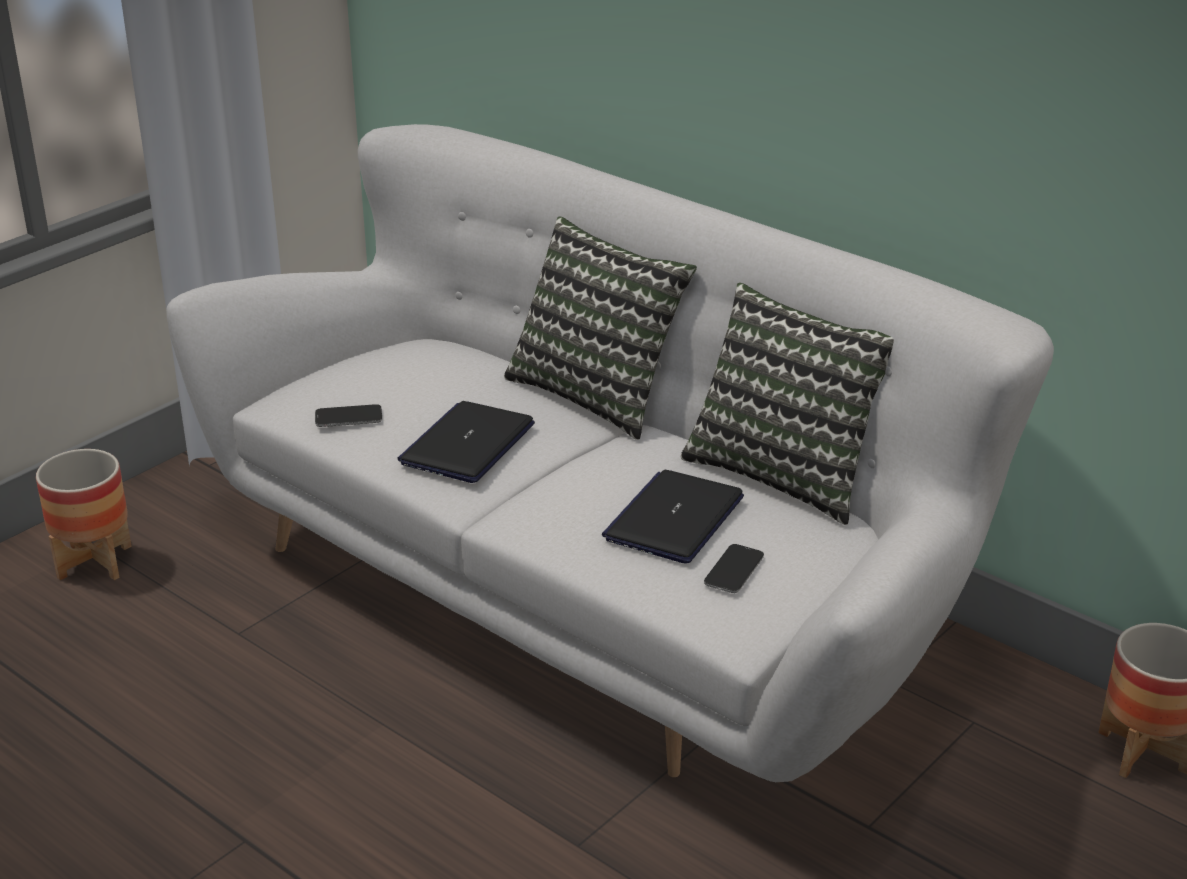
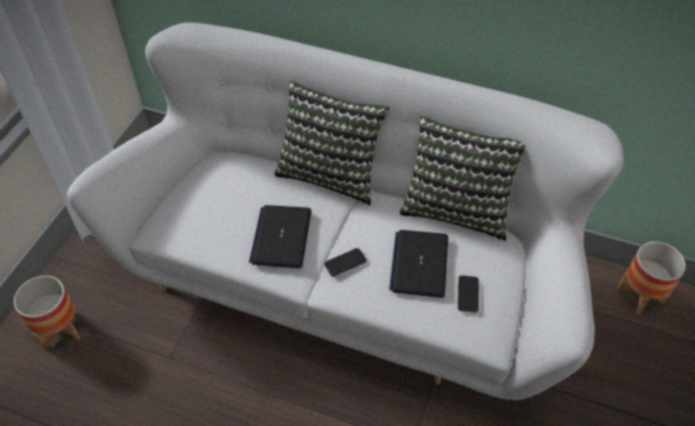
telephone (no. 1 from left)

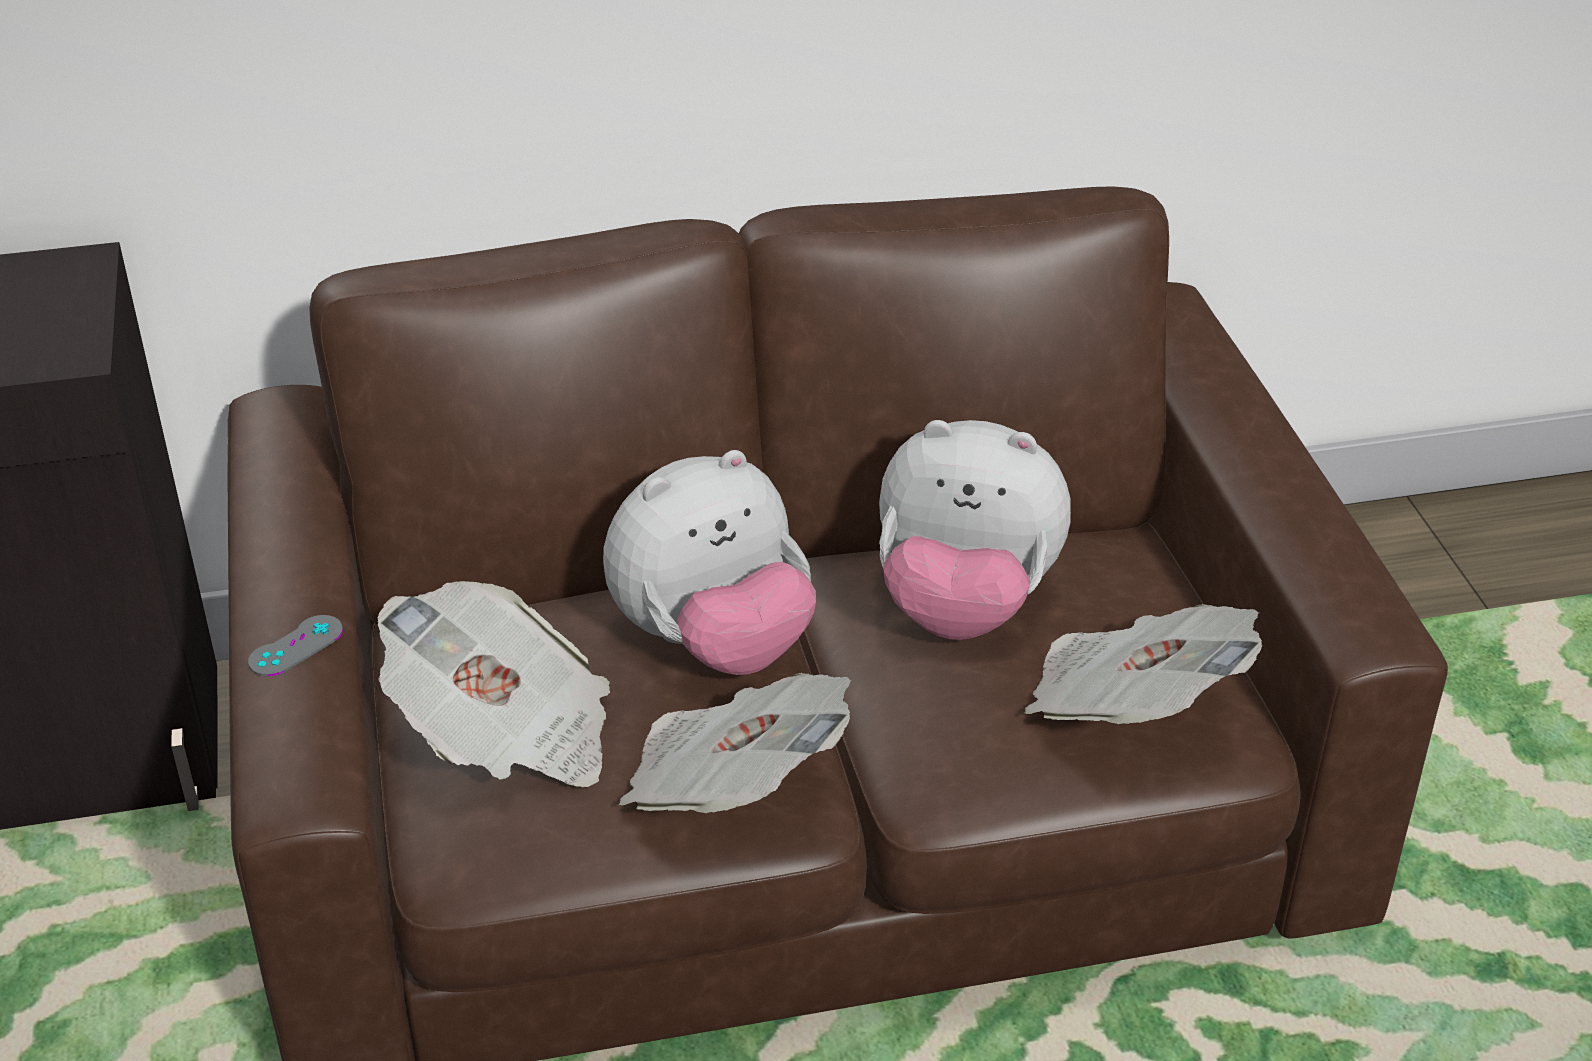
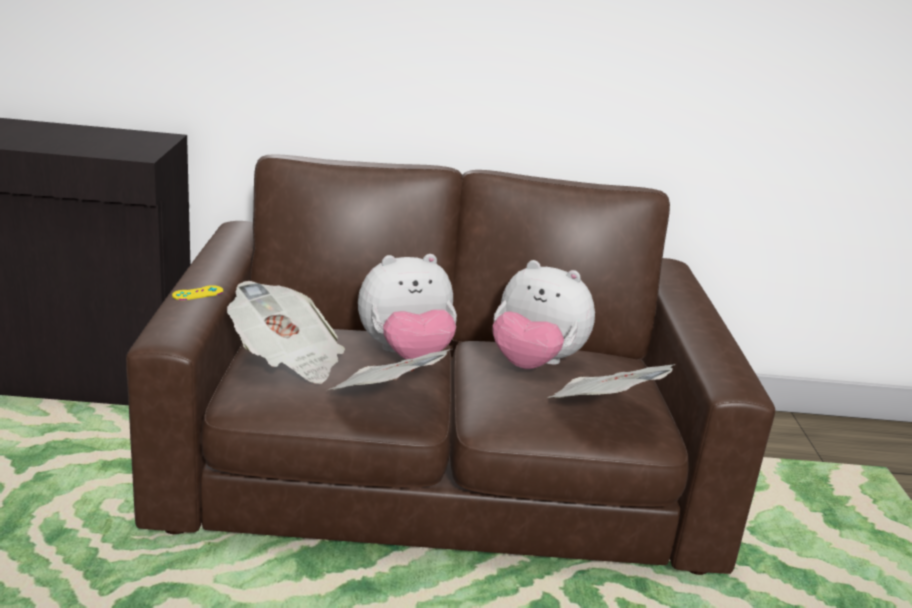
game controller (yellow-coloured)

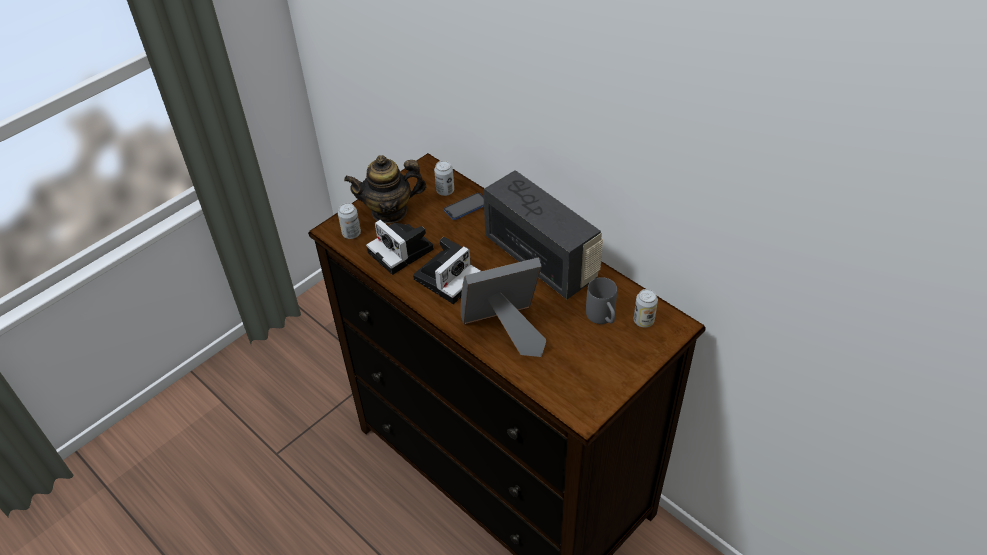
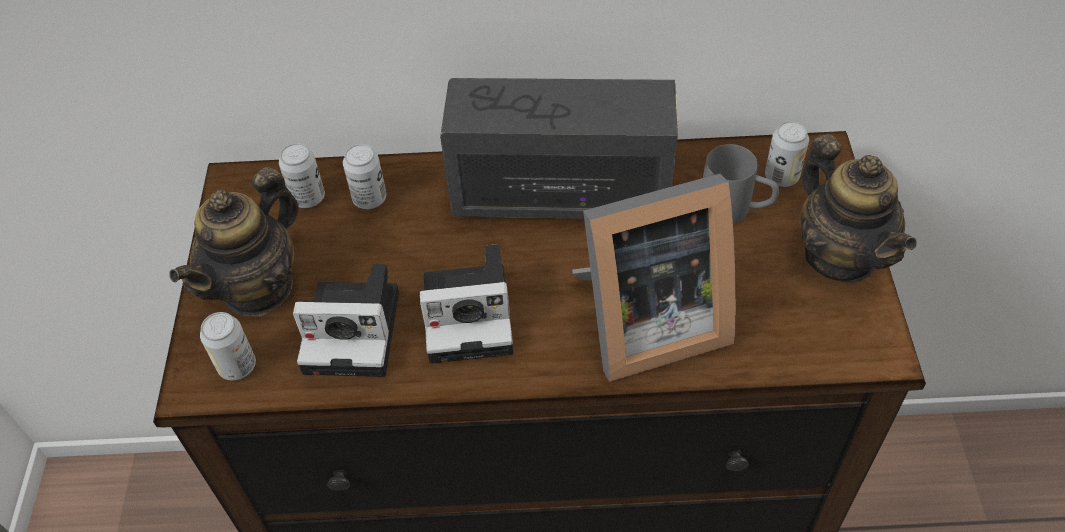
pot for tea (no. 2 from left)
can (no. 3 from left)
photo camera (no. 2 from left)
photo frame

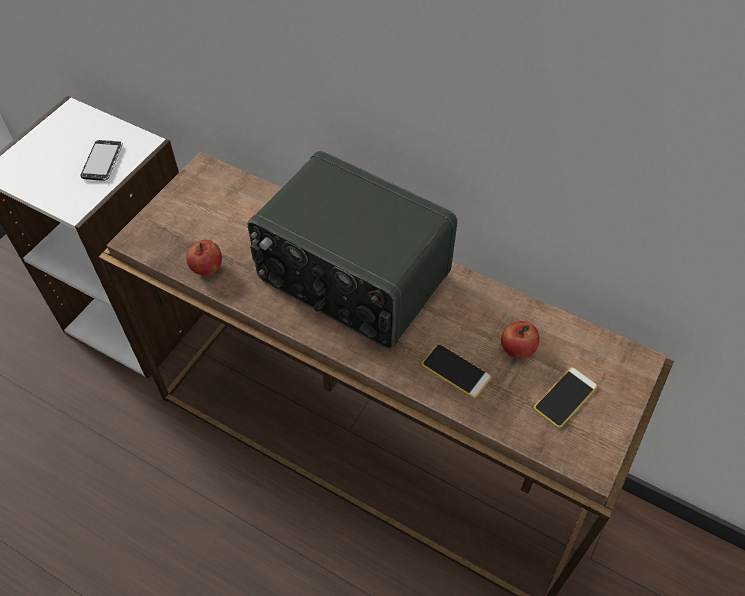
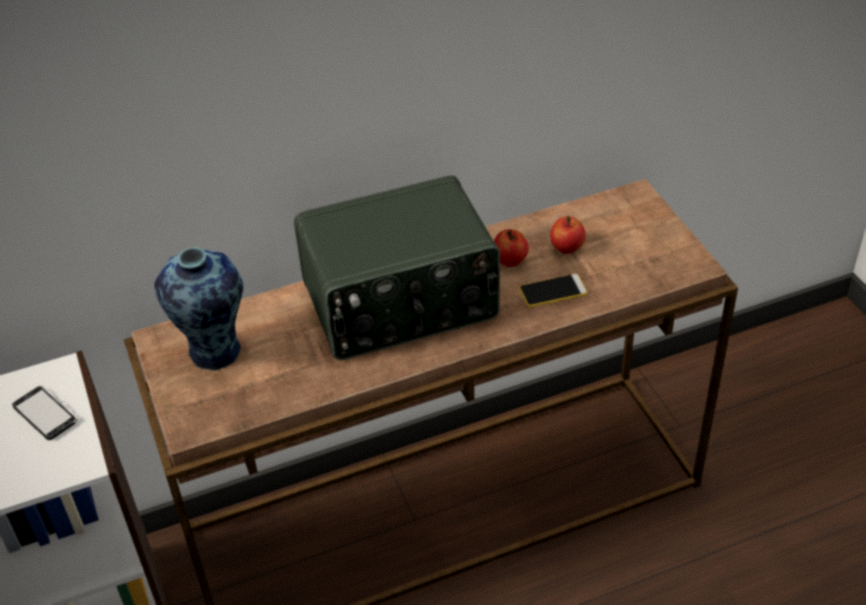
telephone (no. 3 from left in the first image)
flower vase
apple (no. 1 from left)

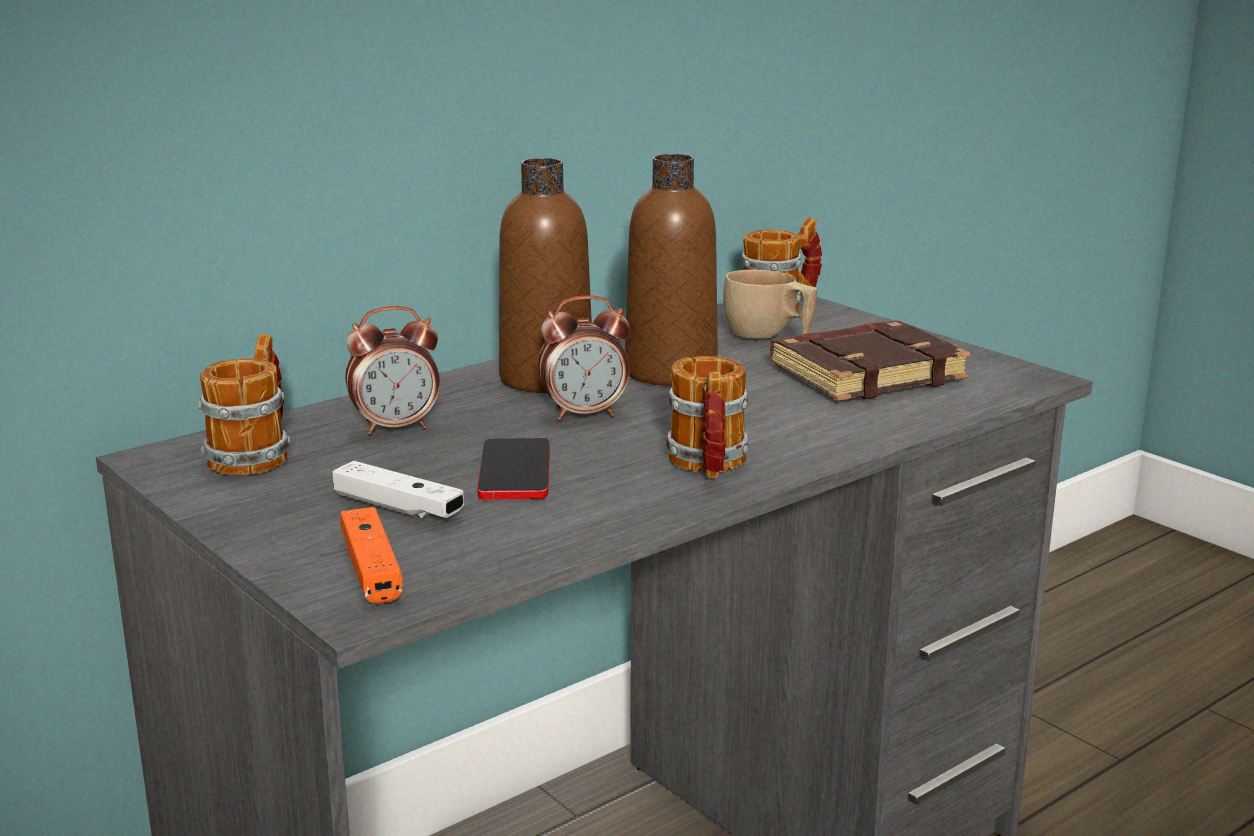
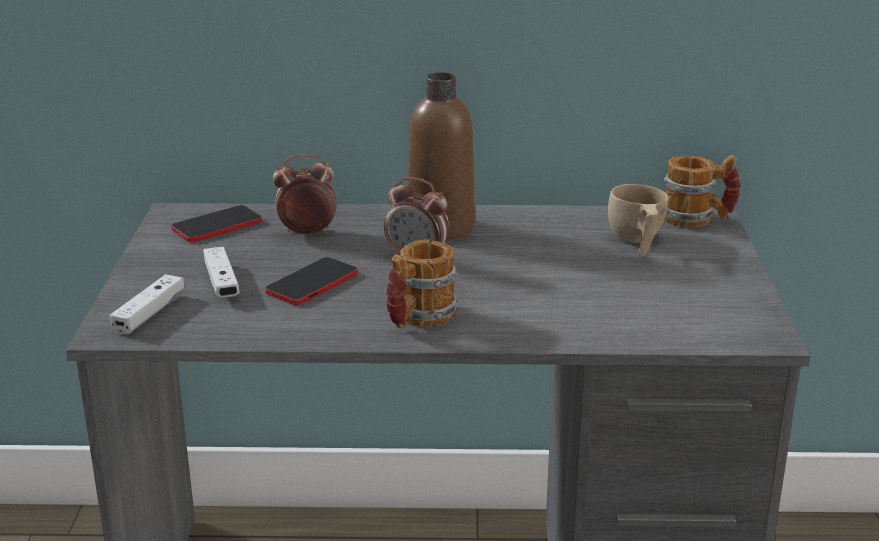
bottle (brownish) (no. 2 from left in the first image)
volume (brownish)
telephone (no. 1 from left)
game controller (white-coloured) (no. 1 from left)
bedside clock (no. 1 from left)

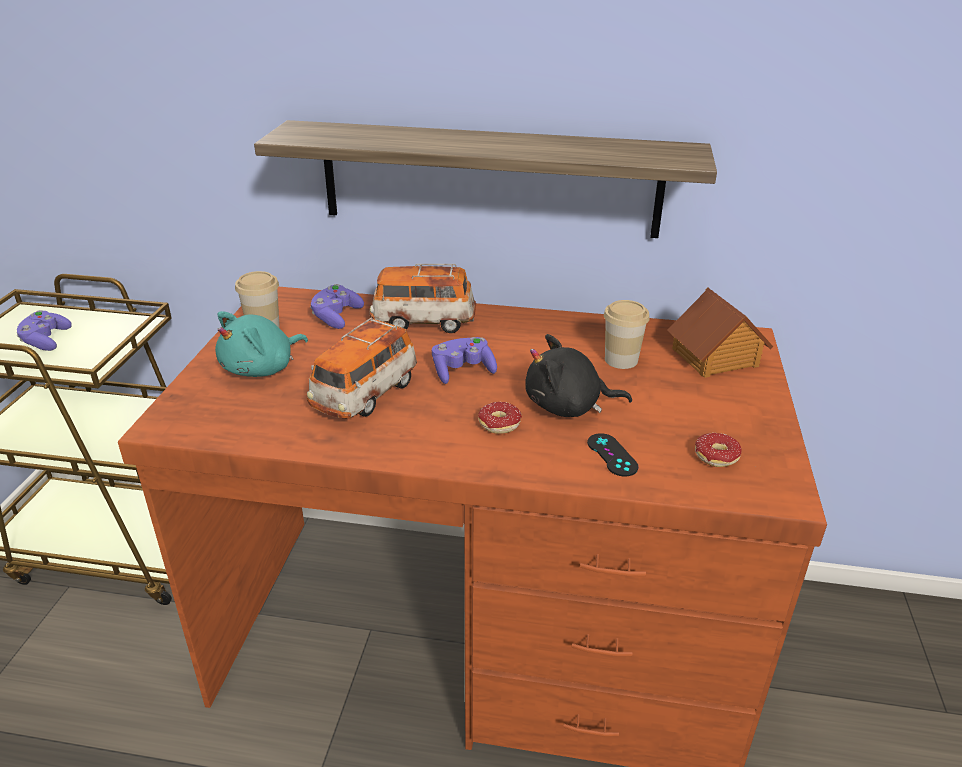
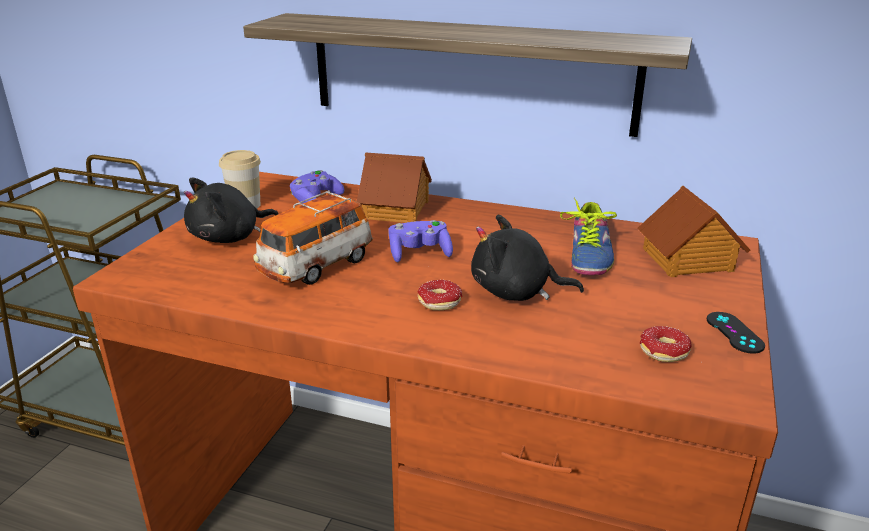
game controller (purplish) (no. 1 from left in the first image)
game controller (black)
toy house (no. 1 from left)
low shoe
plush toy (black) (no. 1 from left)

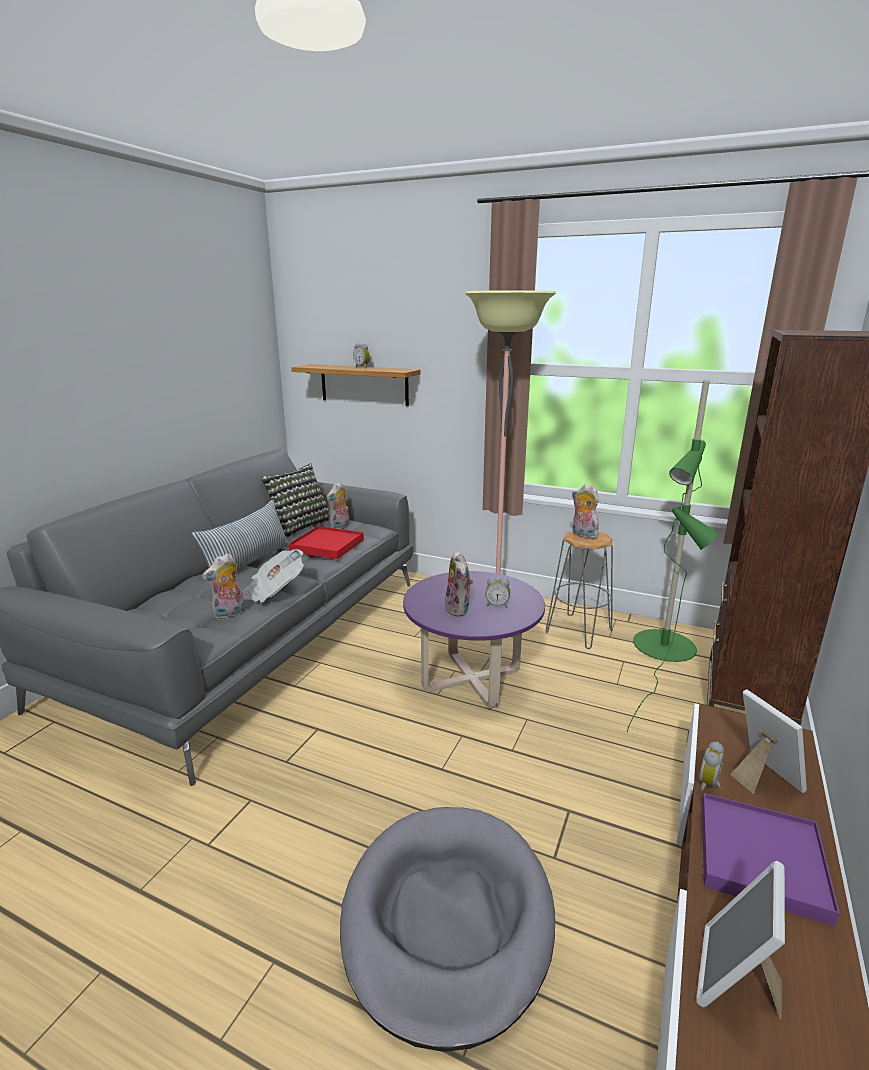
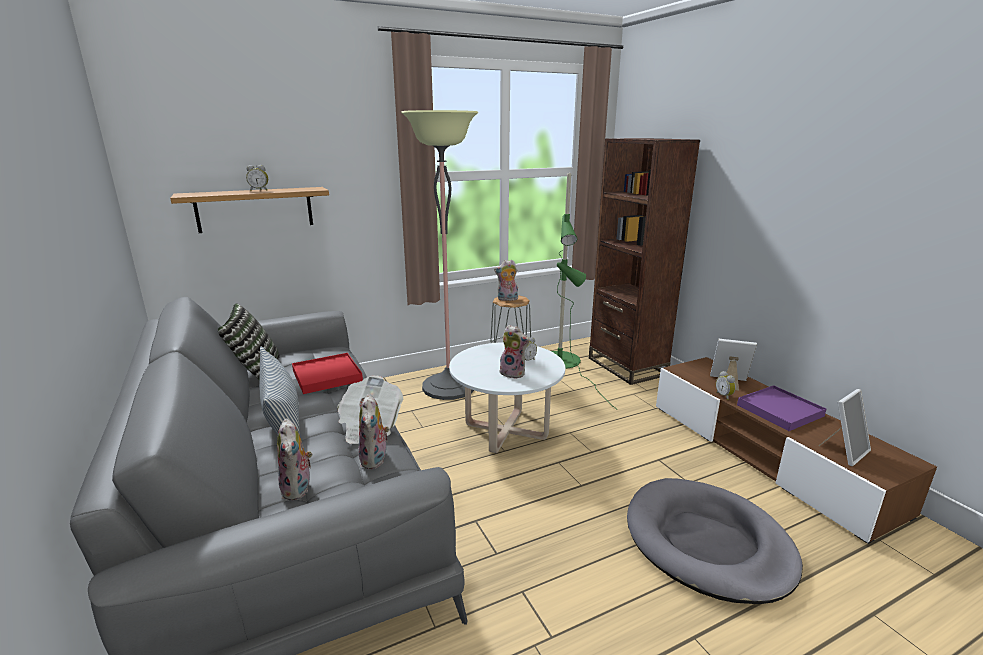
plush toy (no. 1 from left)
lounge table (white-coloured)
photo frame (no. 2 from left)

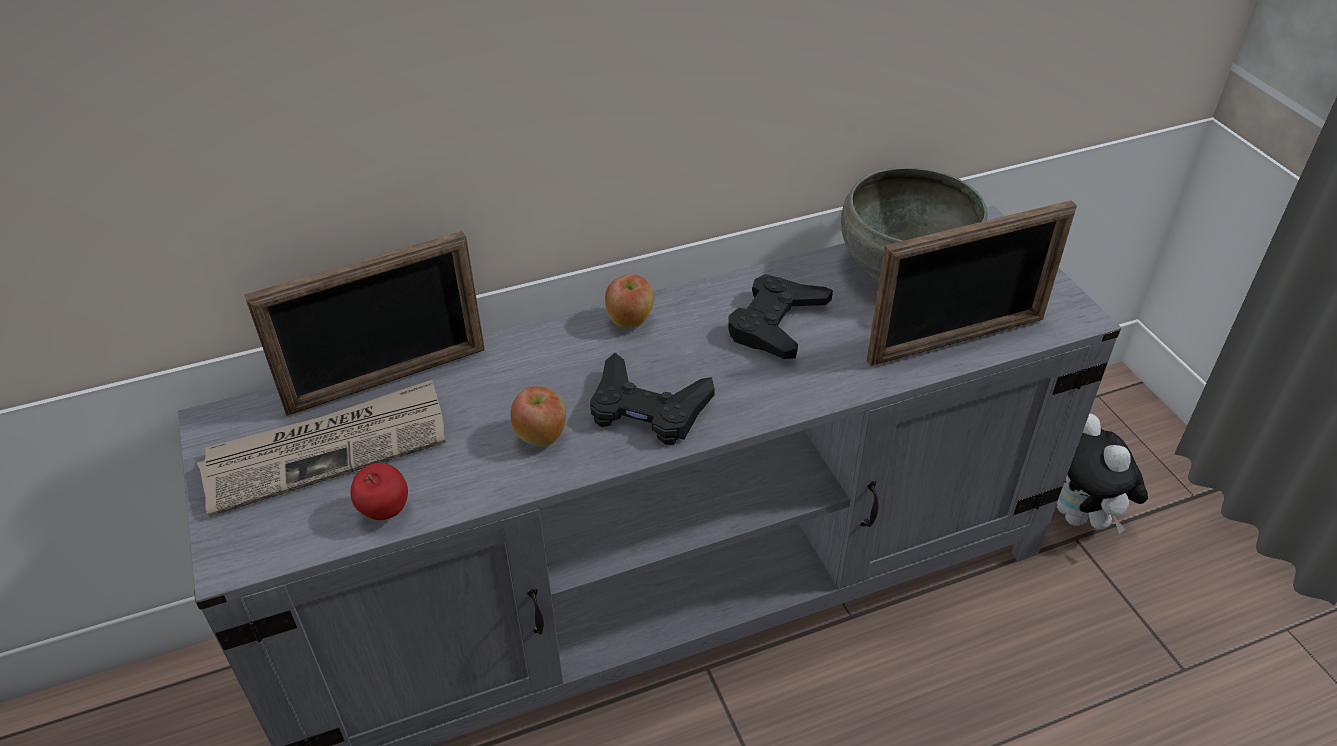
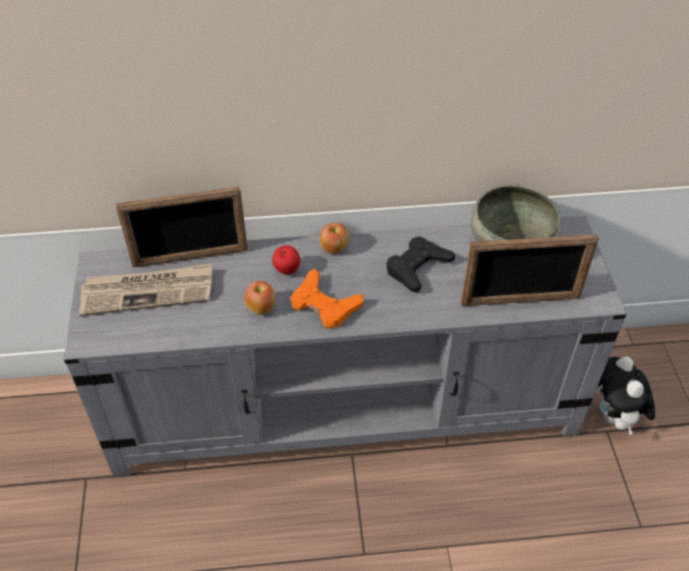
apple (no. 2 from left)
game controller (orange)

